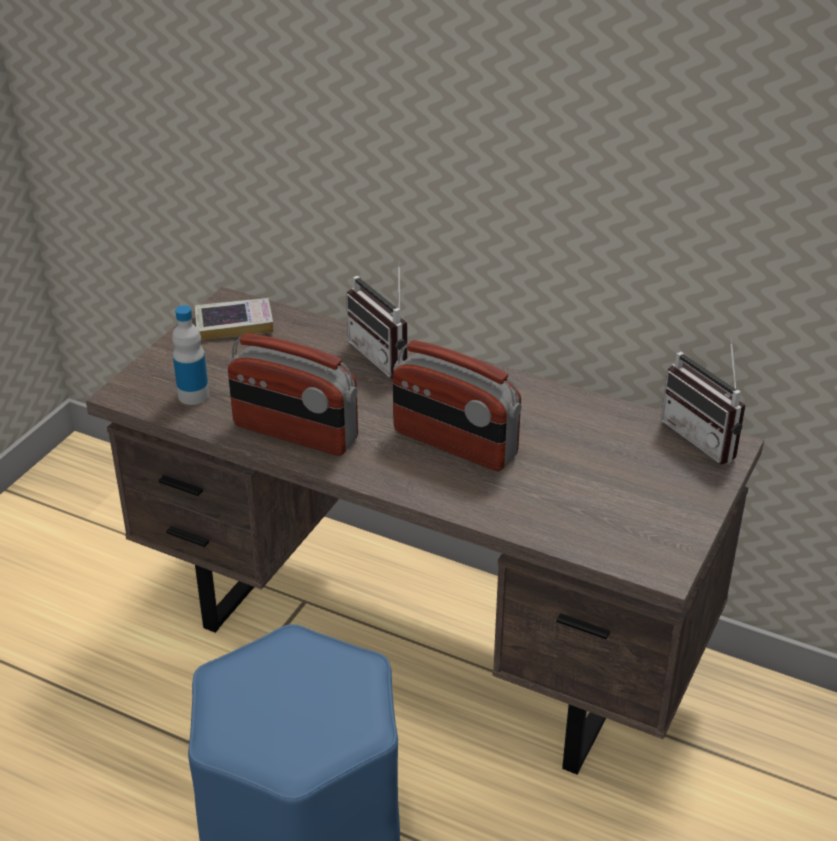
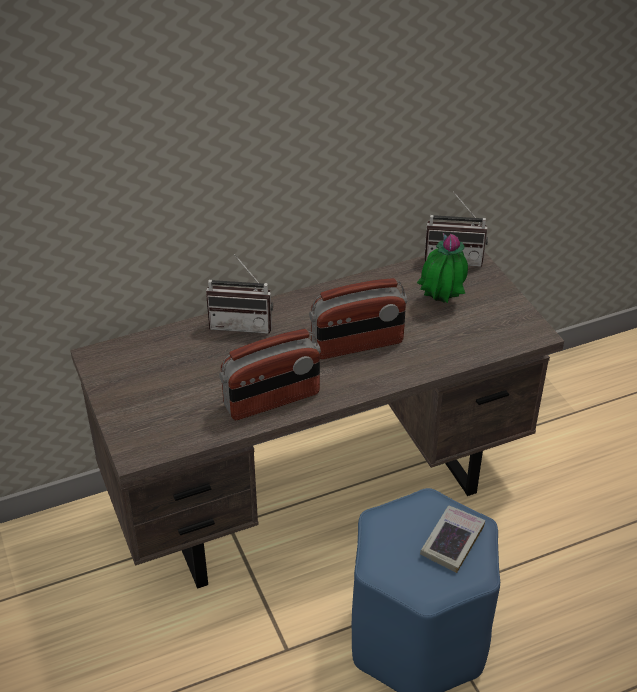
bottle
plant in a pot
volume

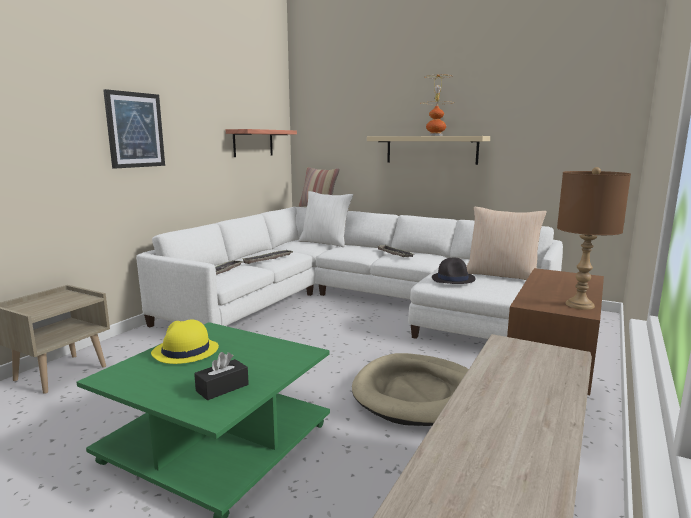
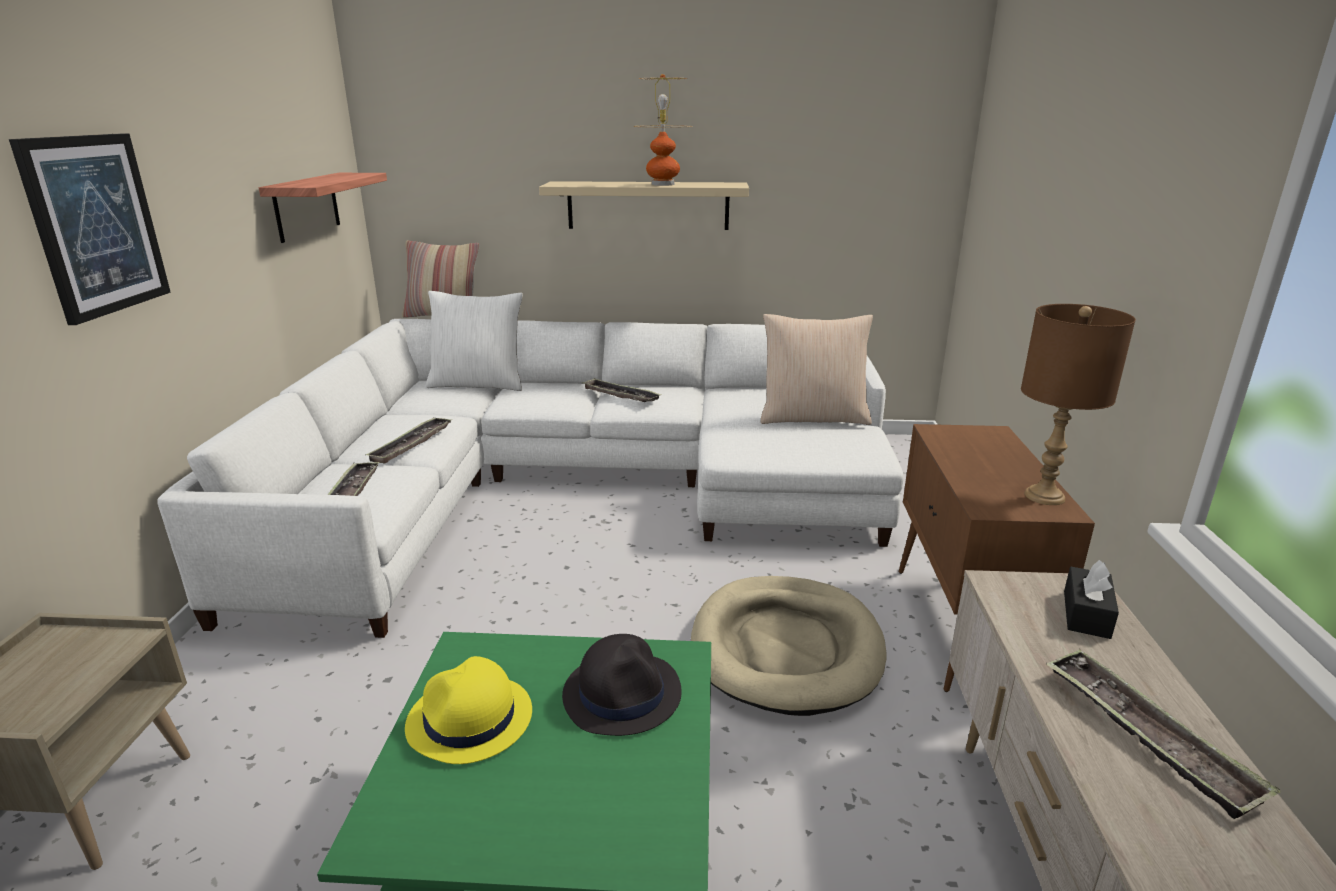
tray (no. 4 from left)
tissue box (black)
wearable hat (black)

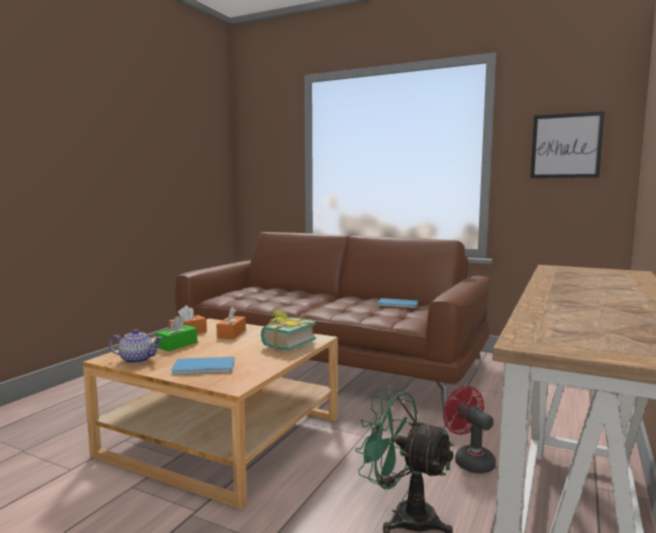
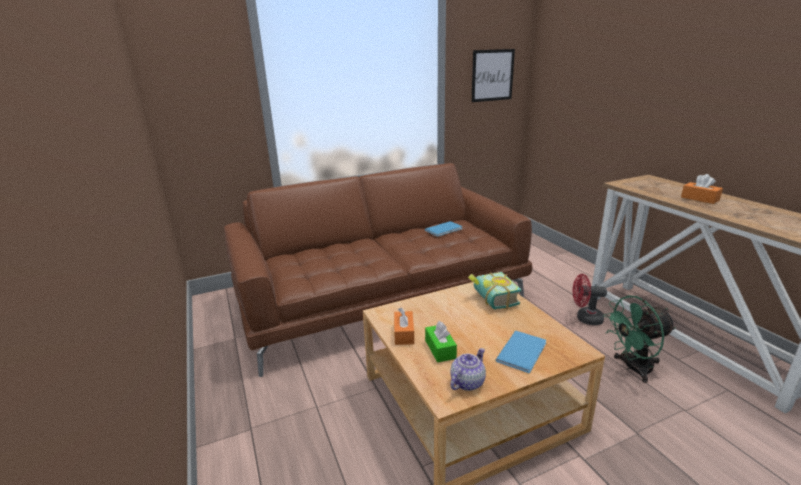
tissue box (orange) (no. 2 from left)

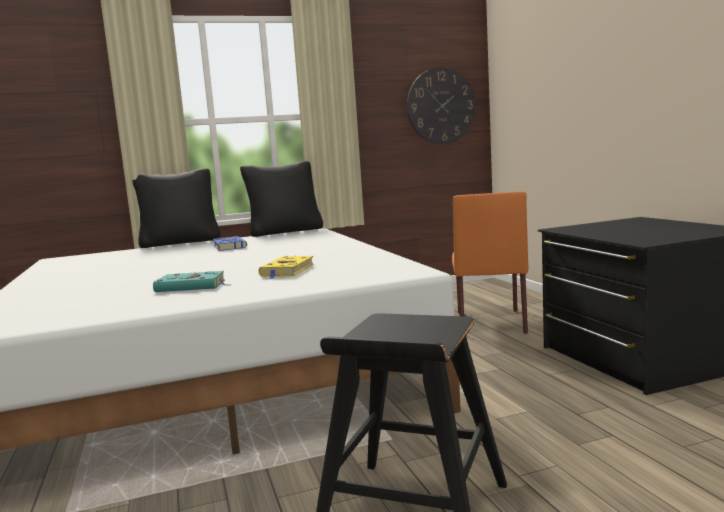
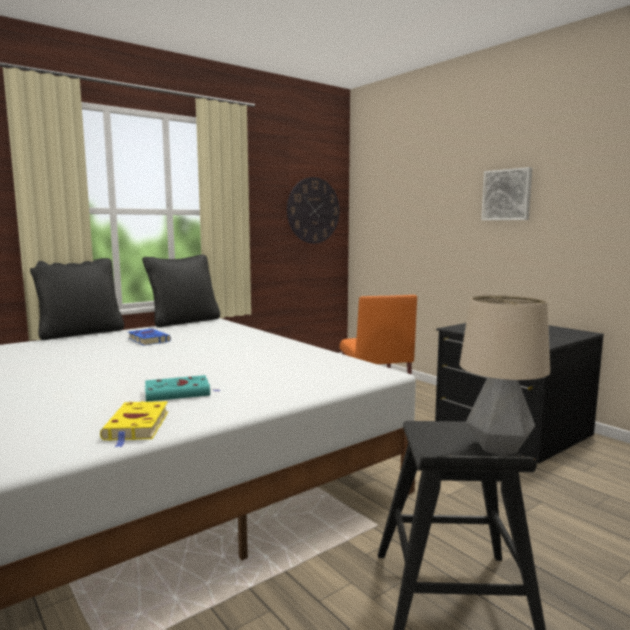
tabletop lamp
picture
volume (yellow-coloured)

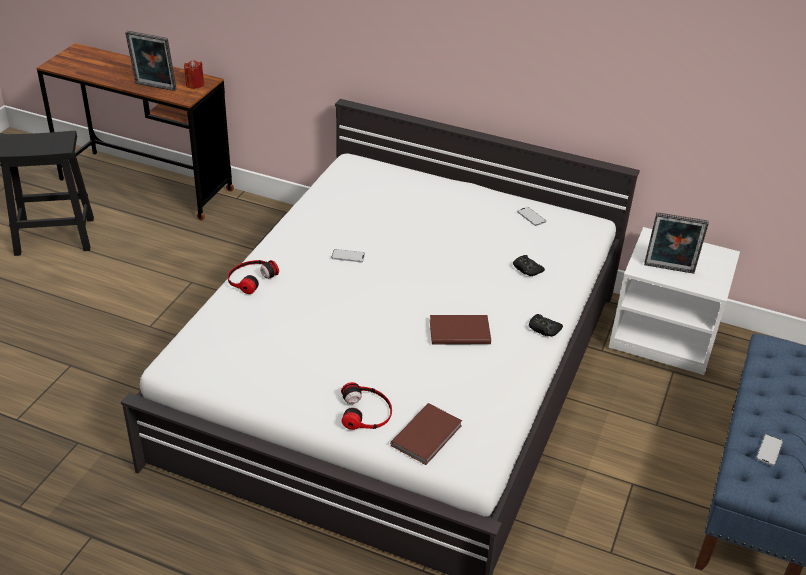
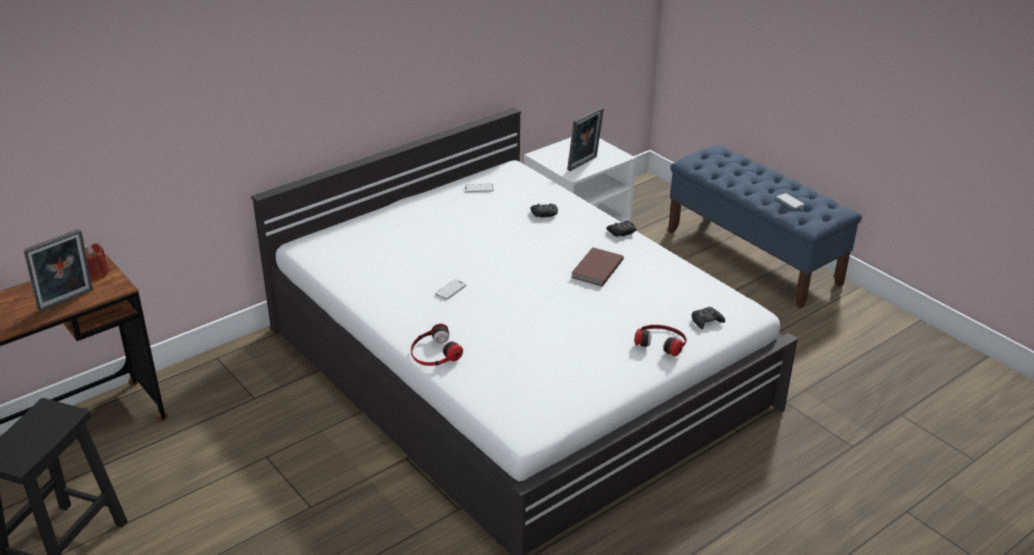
game controller (black) (no. 3 from left)

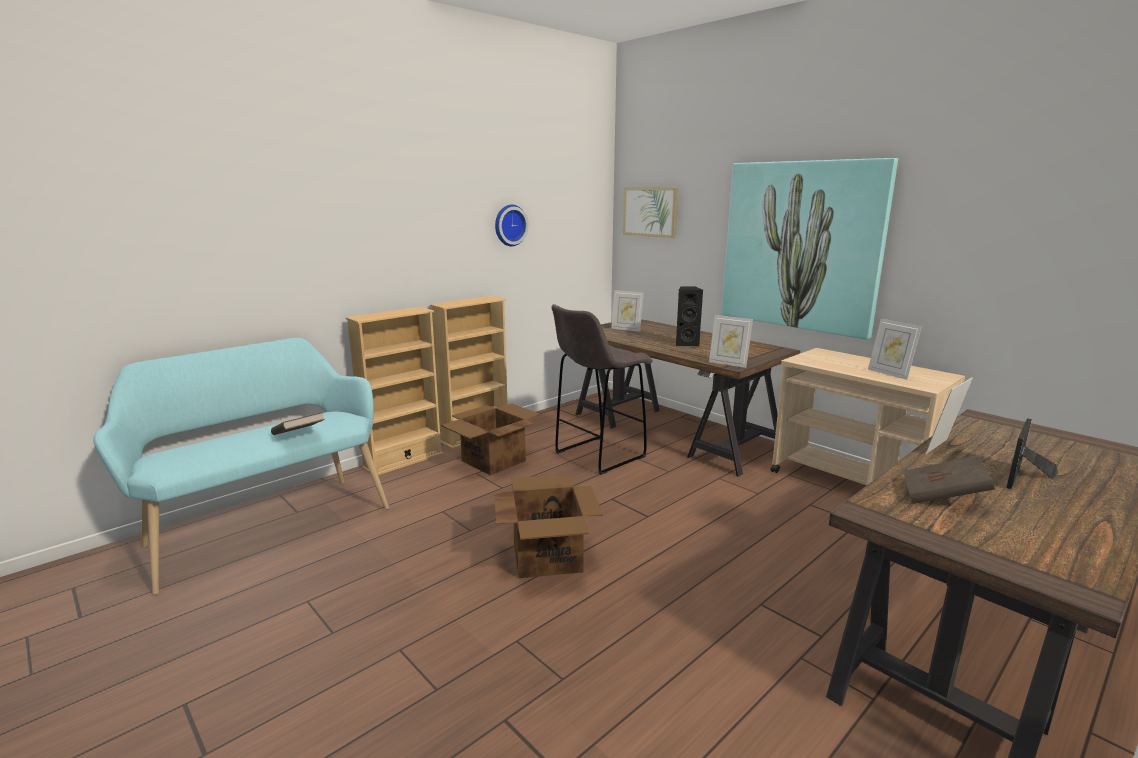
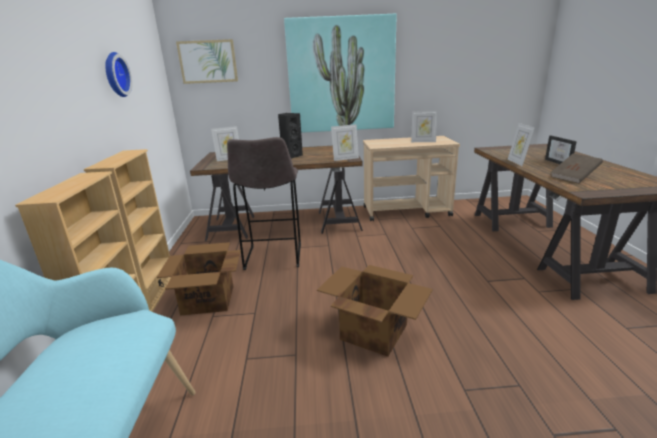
volume (brownish) (no. 1 from left in the first image)

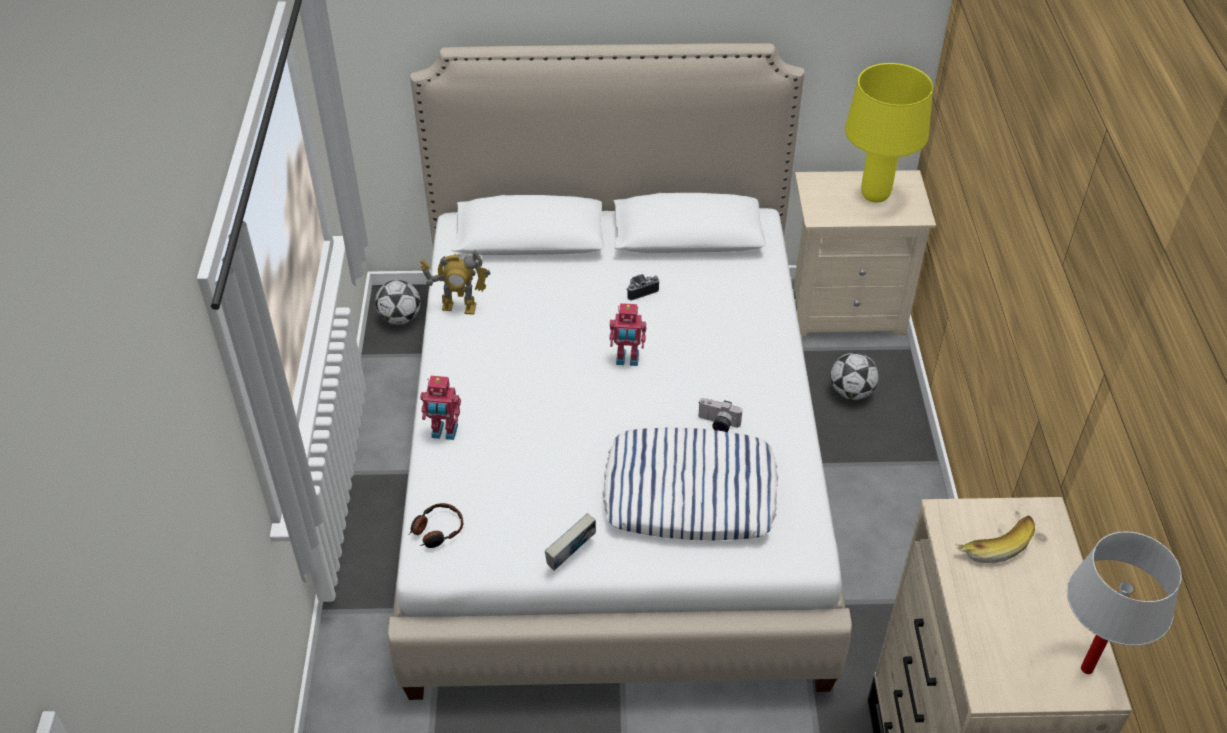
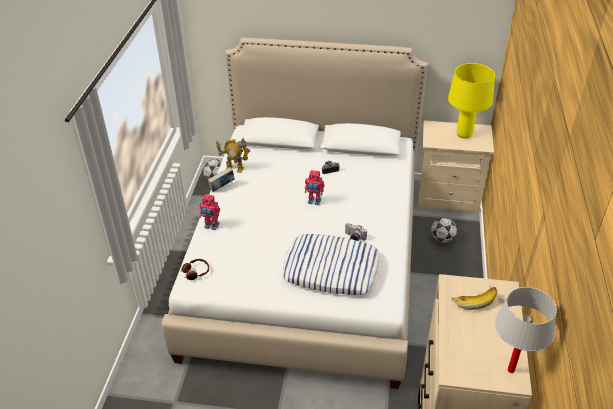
volume

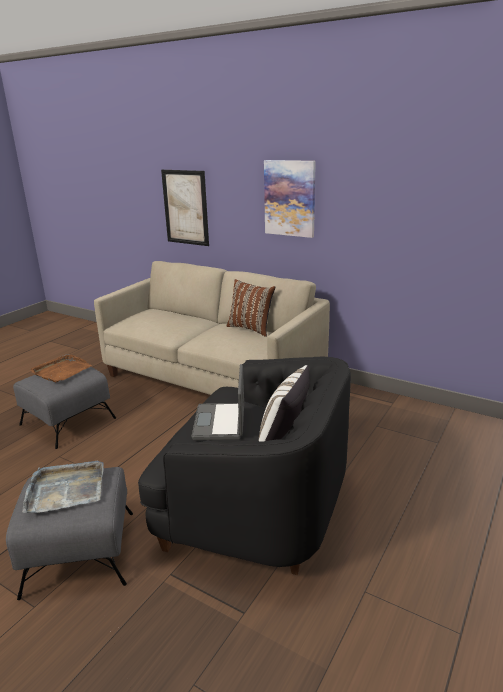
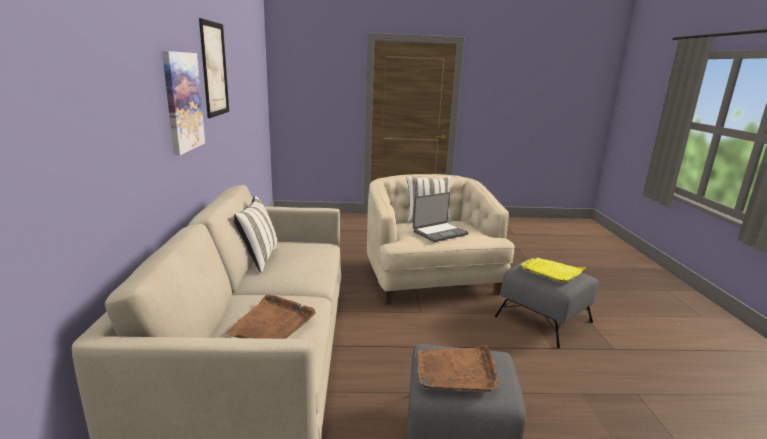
tray (brownish) (no. 1 from left)
picture (no. 2 from left)
tray (yellow-coloured)
lounge chair (beige-coloured)
pillow (white-coloured) (no. 1 from left)

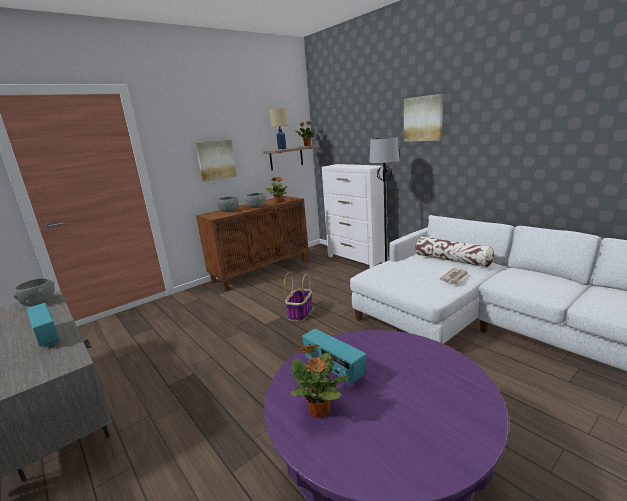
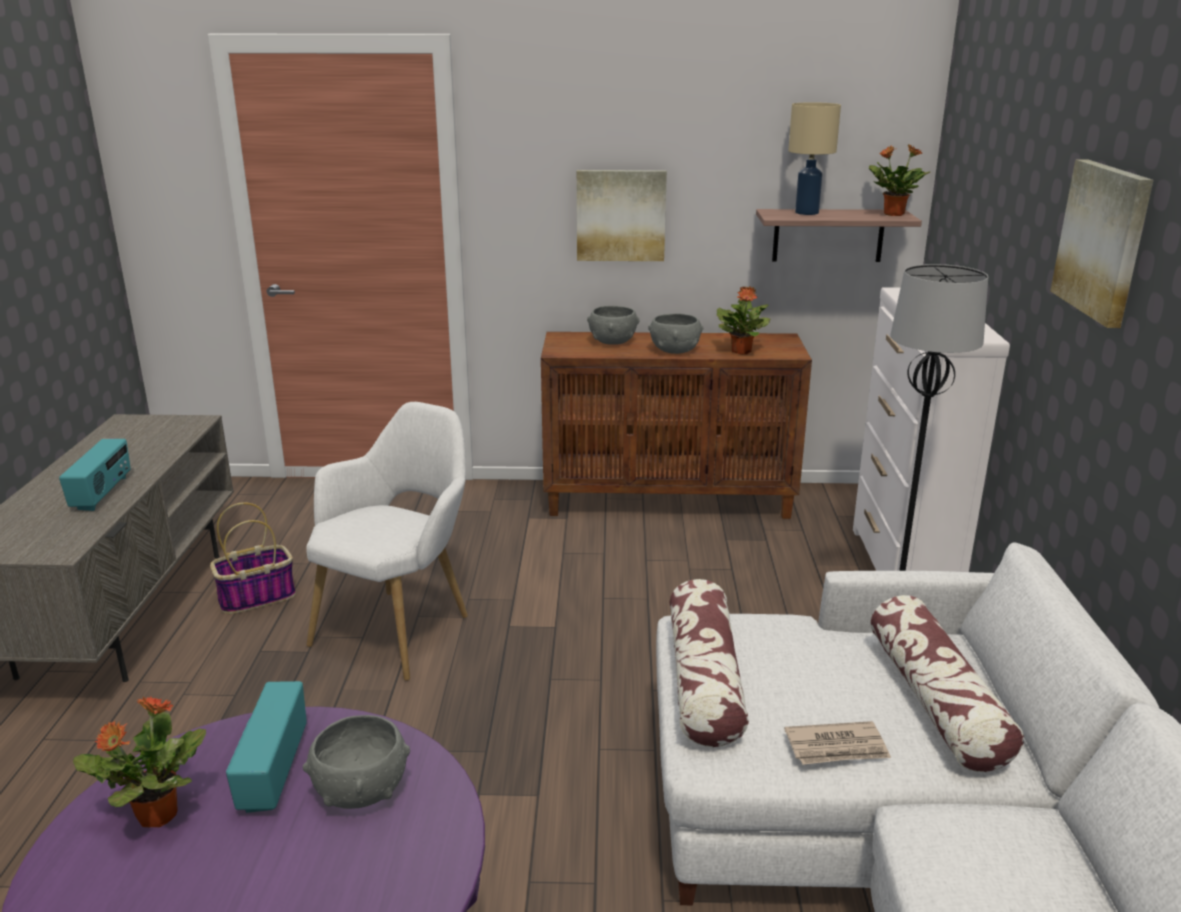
lounge chair (white-coloured)
pillow (no. 1 from left)
bowl (grey) (no. 1 from left)
storage basket

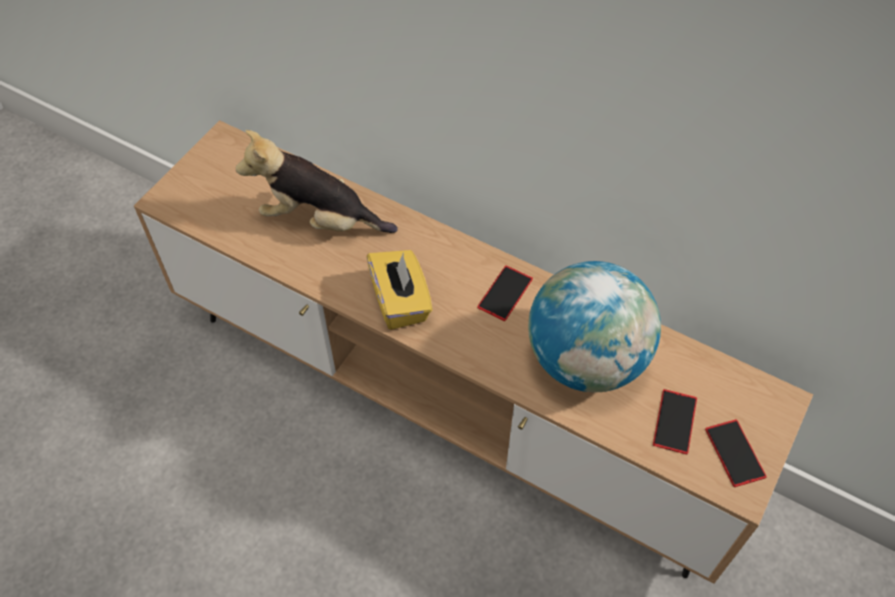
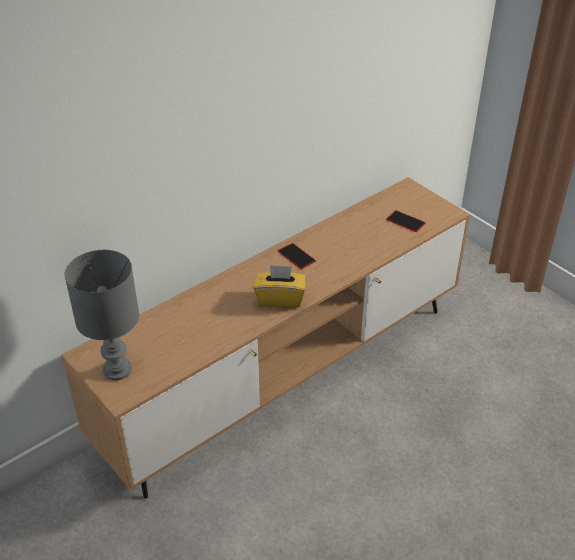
plush toy
desk globe
telephone (no. 3 from left in the first image)
tabletop lamp (grey)

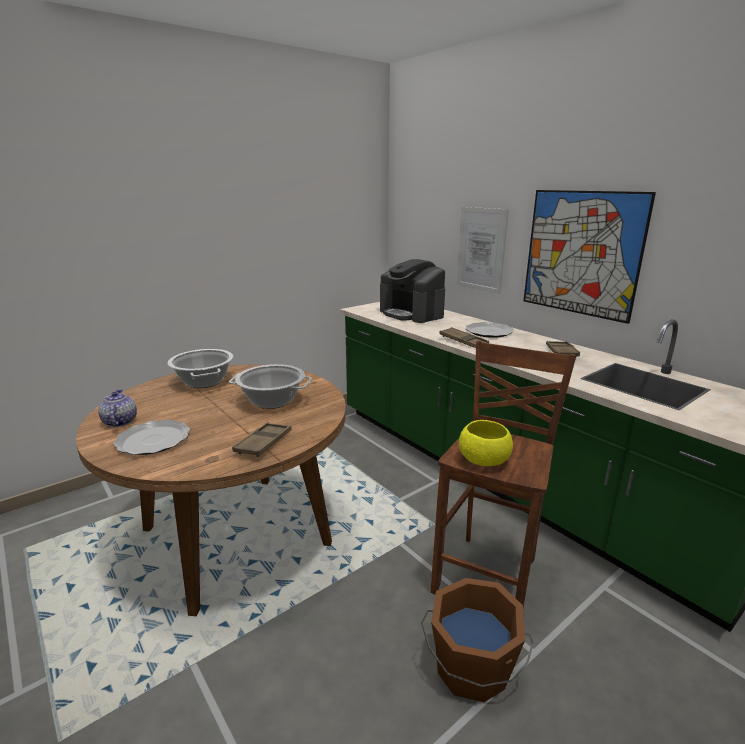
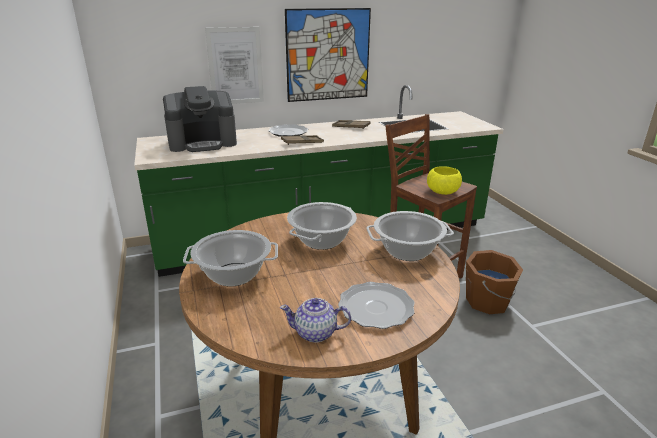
saucepot (no. 3 from left)

